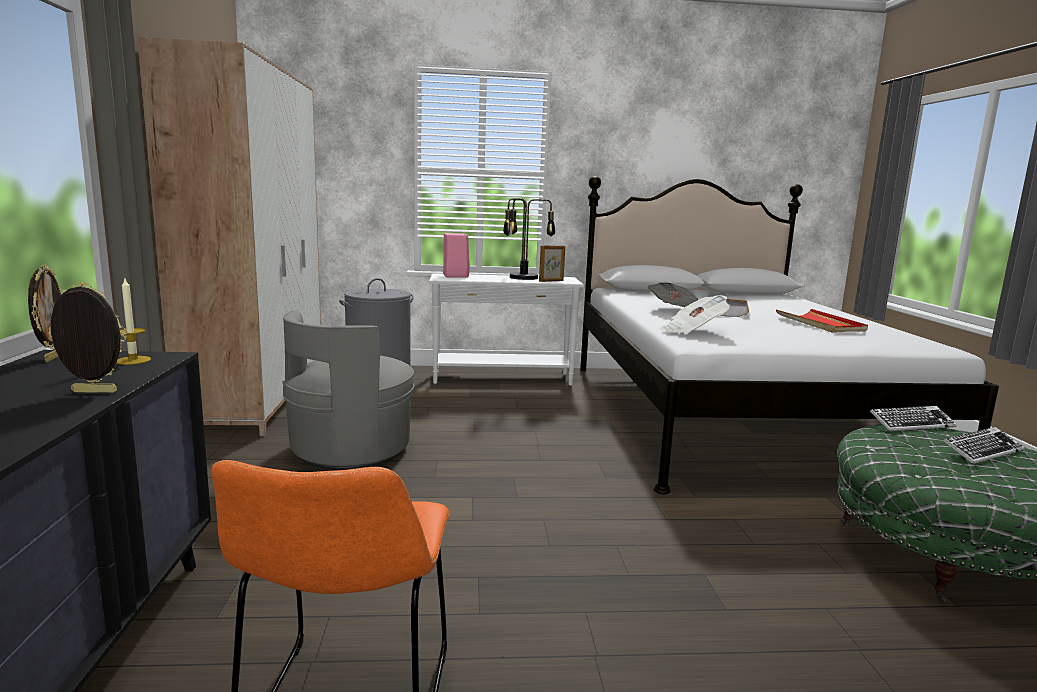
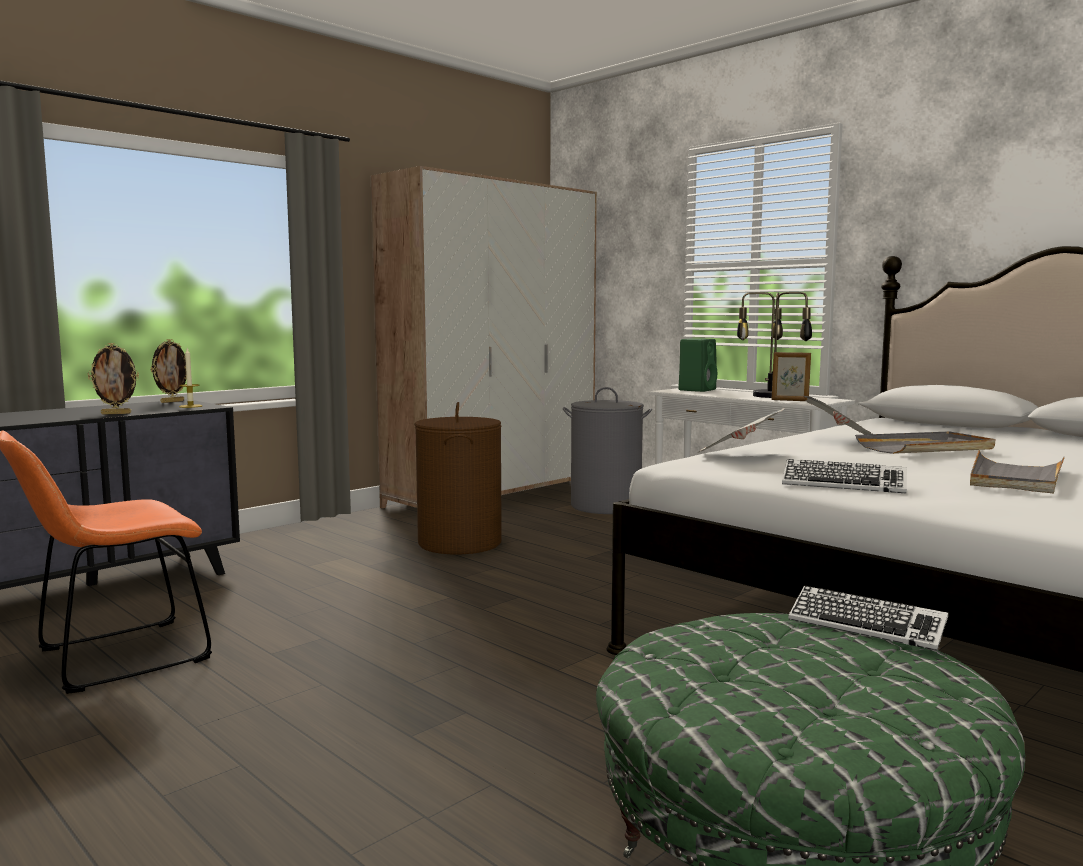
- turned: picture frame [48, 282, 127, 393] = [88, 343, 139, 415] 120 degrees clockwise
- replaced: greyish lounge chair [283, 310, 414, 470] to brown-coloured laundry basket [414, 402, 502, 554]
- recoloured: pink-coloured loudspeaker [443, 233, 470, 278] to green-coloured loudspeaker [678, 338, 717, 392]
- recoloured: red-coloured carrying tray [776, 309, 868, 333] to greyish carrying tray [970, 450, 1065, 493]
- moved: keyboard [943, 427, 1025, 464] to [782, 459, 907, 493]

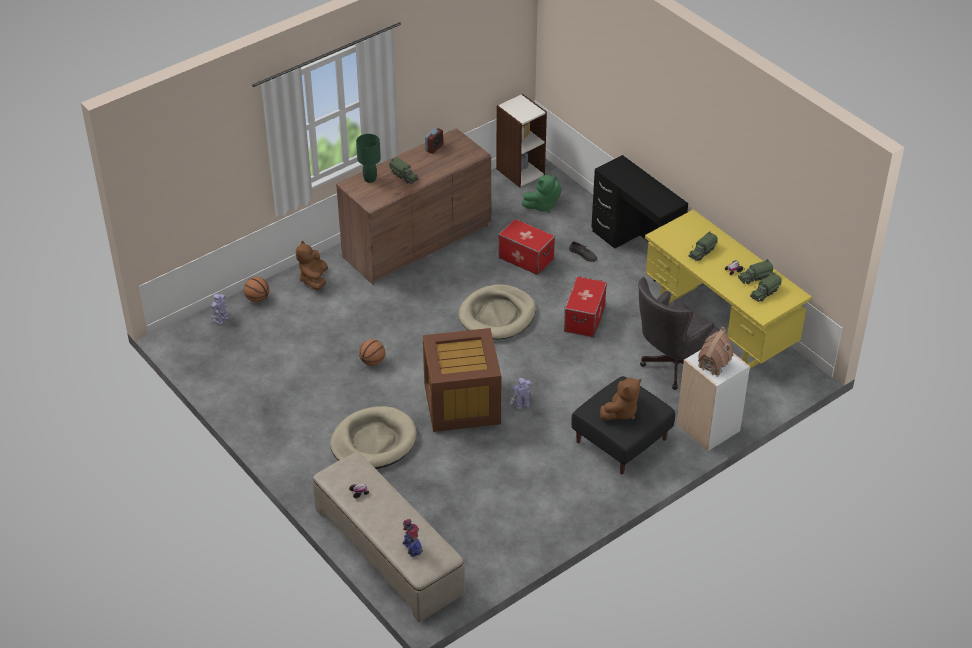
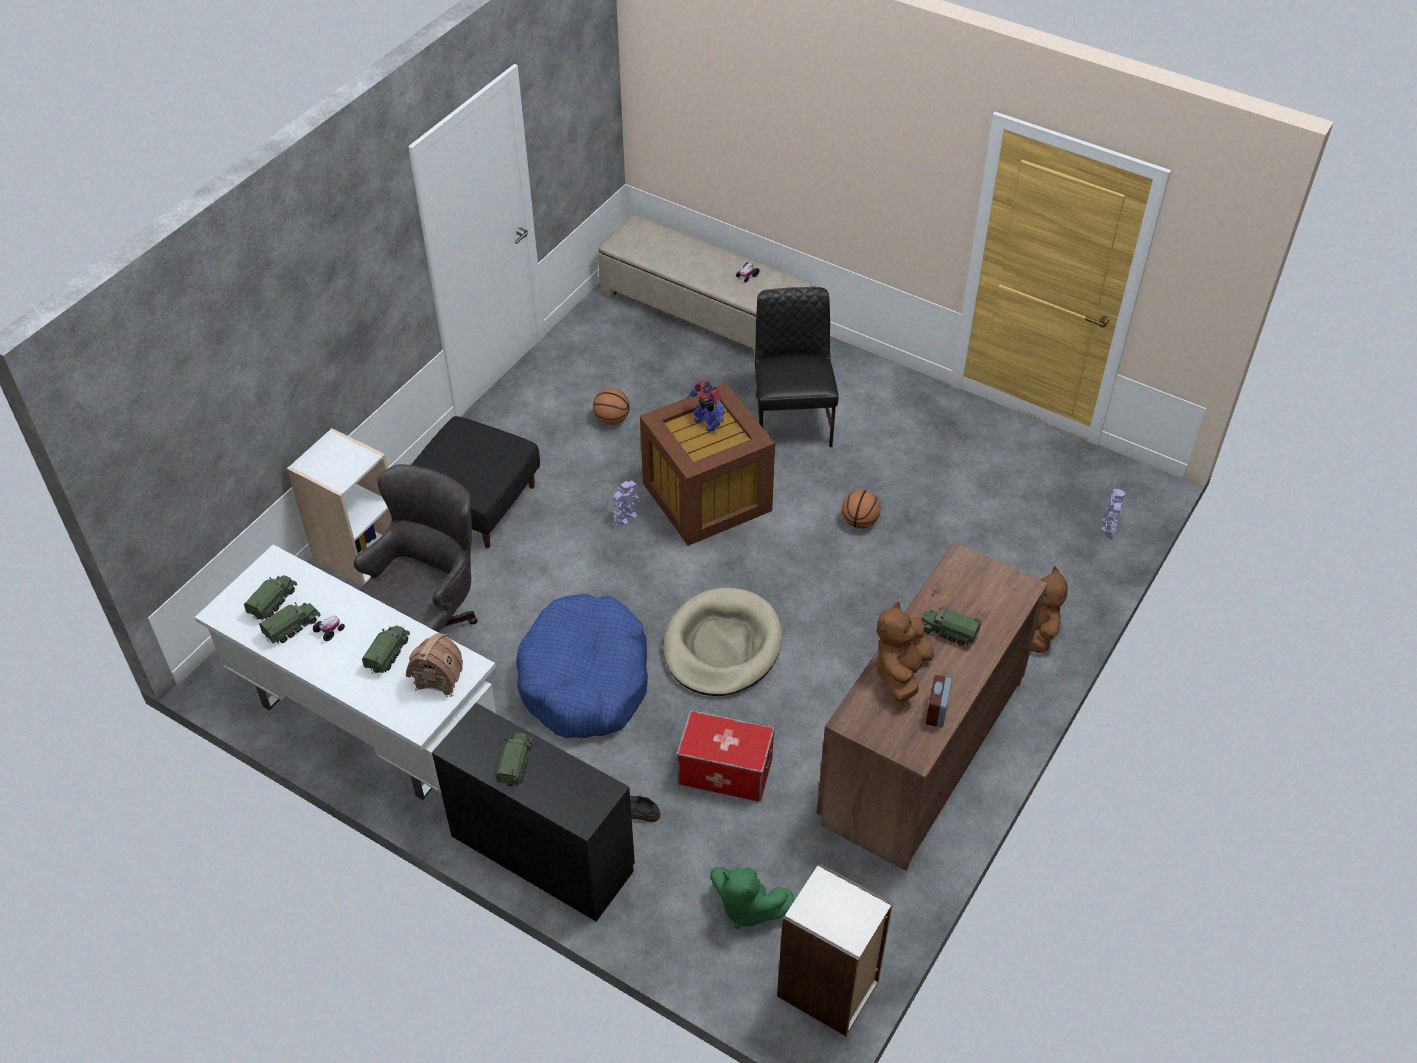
- moved: ball for basketball [244, 277, 269, 302] to [593, 388, 630, 425]
- replaced: beige-coloured dog bed [330, 406, 417, 469] to black upright chair [755, 287, 838, 447]
- removed: green-coloured tabletop lamp [356, 134, 381, 183]
- moved: toy robot [403, 519, 423, 557] to [687, 380, 725, 432]
- turned: green-coloured plush toy [522, 175, 562, 213] = [710, 867, 794, 929] 105 degrees counterclockwise
- replaced: storage container [564, 276, 607, 338] to bluish dog bed [516, 594, 648, 738]
- moved: brown-coloured plush toy [600, 377, 641, 421] to [875, 602, 934, 702]
- recoloured: yellow desk [645, 210, 812, 369] to whitish desk [195, 544, 497, 800]
- moved: miniature house [698, 327, 733, 377] to [406, 633, 463, 697]
- added: toy truck [495, 733, 533, 788]

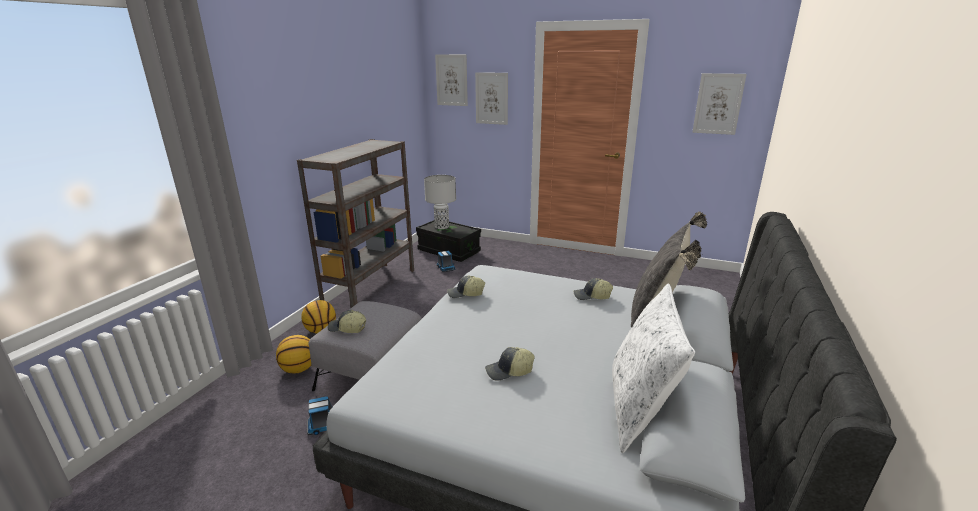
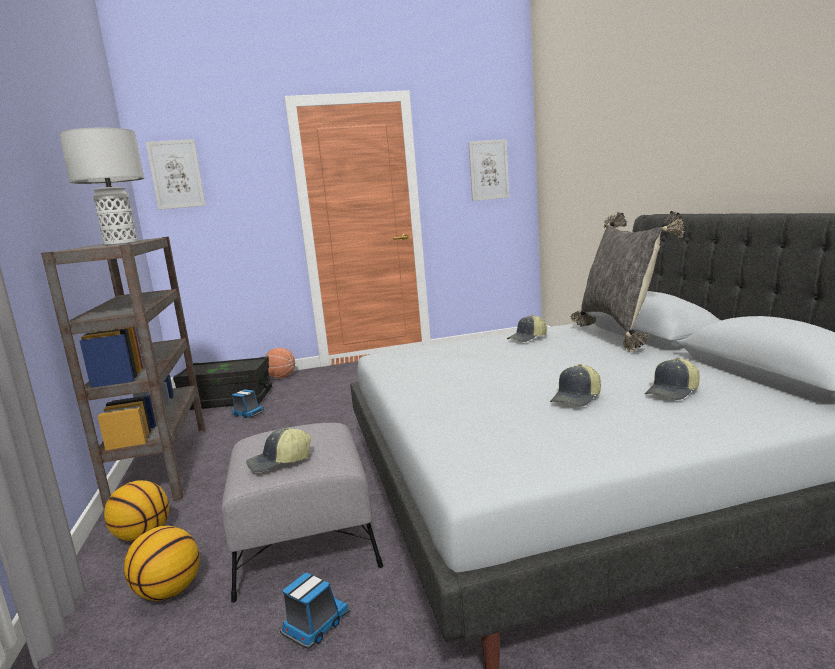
- moved: whitish tabletop lamp [424, 175, 456, 229] to [59, 128, 144, 245]
- moved: baseball cap [447, 275, 485, 298] to [644, 358, 700, 400]
- removed: wall art [475, 72, 508, 125]
- removed: whitish throw pillow [612, 284, 695, 453]
- added: ball for basketball [265, 348, 295, 378]

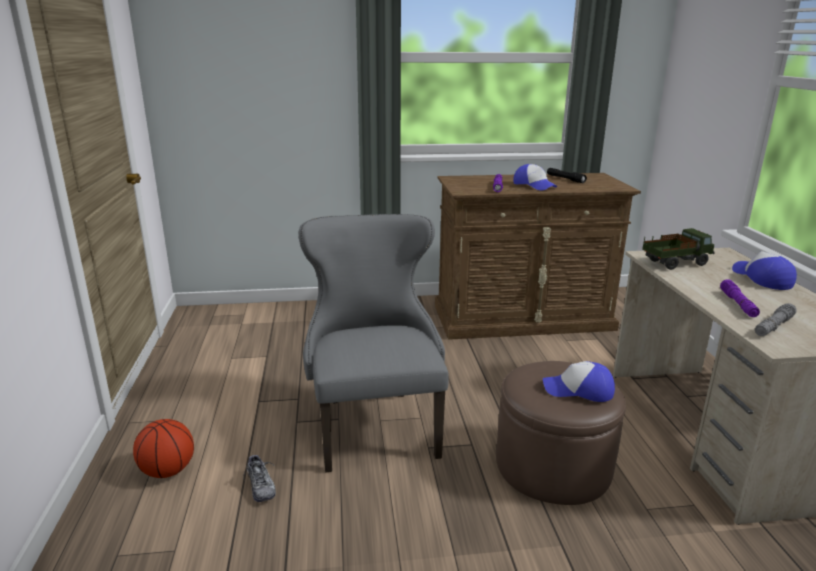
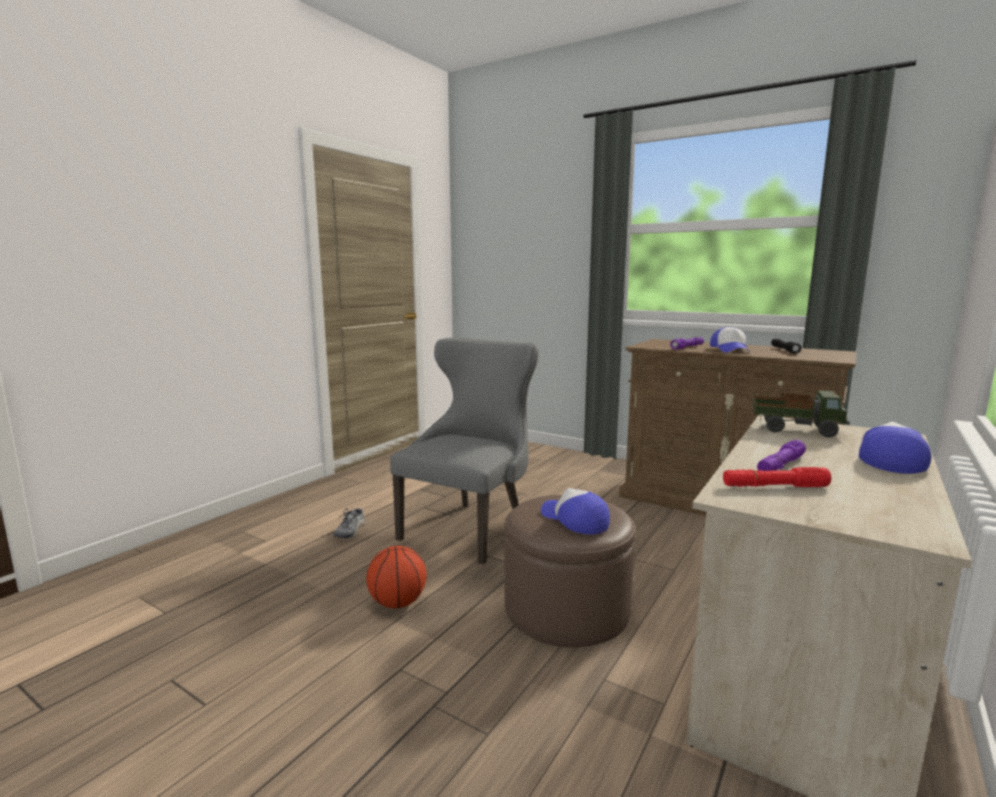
- moved: ball for basketball [133, 419, 194, 478] to [366, 546, 427, 608]
- recoloured: greyish hand torch [755, 303, 797, 336] to red-coloured hand torch [723, 467, 831, 487]

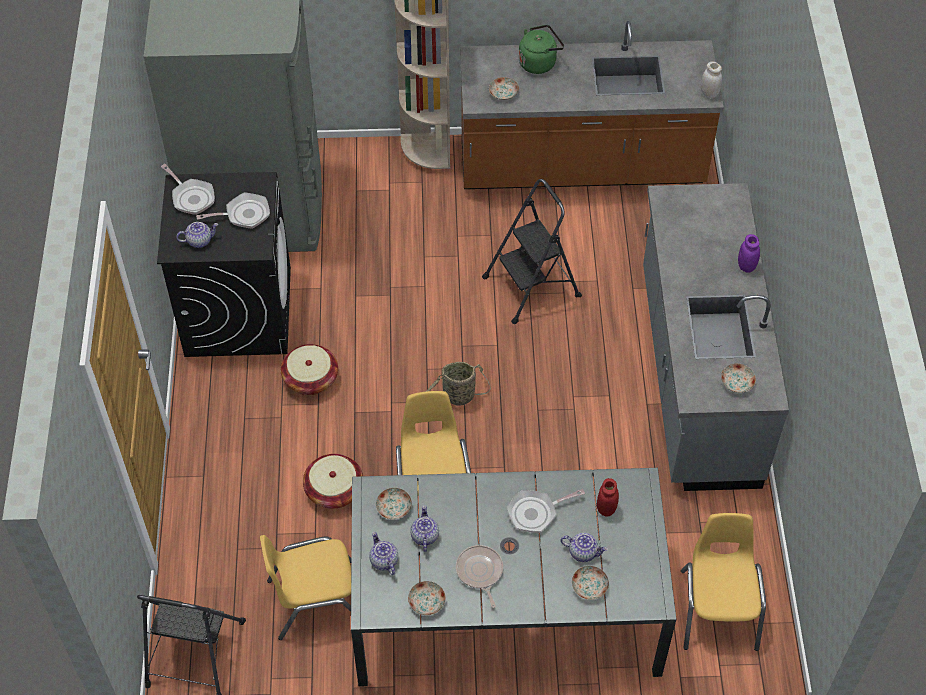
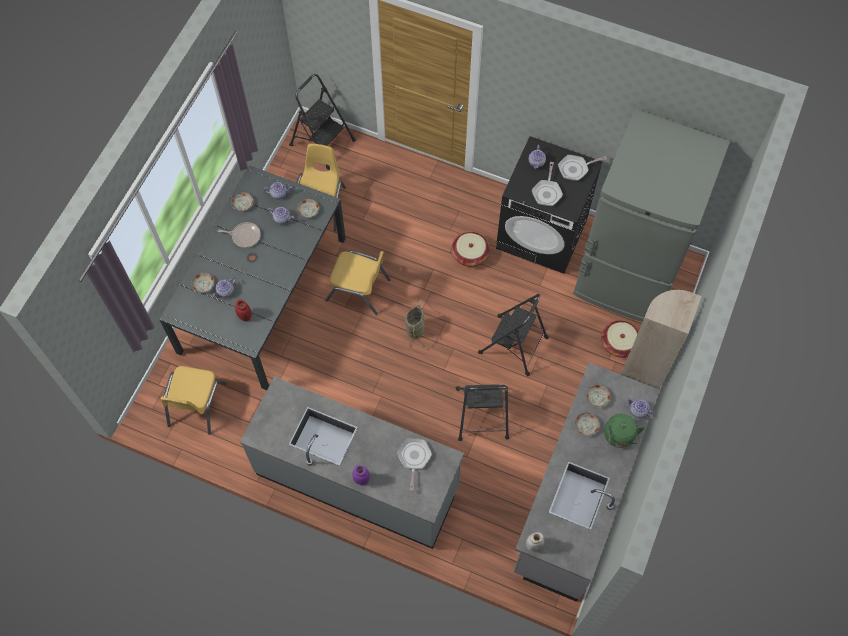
- moved: storage basket [303, 454, 363, 509] to [601, 320, 639, 358]
- recoloured: brown-coloured counter [460, 21, 724, 189] to greyish counter [514, 363, 660, 602]
- moved: skillet [506, 489, 585, 533] to [397, 438, 432, 491]
- turned: yellow upright chair [681, 513, 766, 651] = [161, 366, 227, 435] 75 degrees clockwise
- moved: plate [721, 363, 756, 393] to [575, 413, 600, 436]
- added: black step stool [478, 294, 549, 376]
- added: teapot [627, 398, 655, 418]

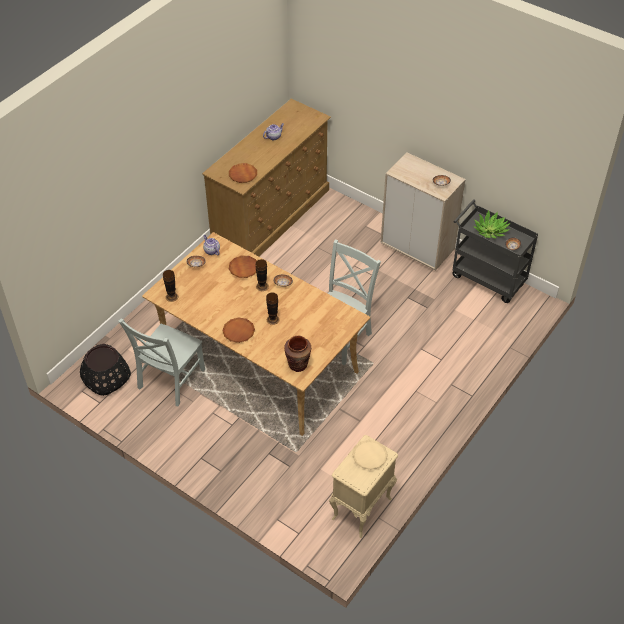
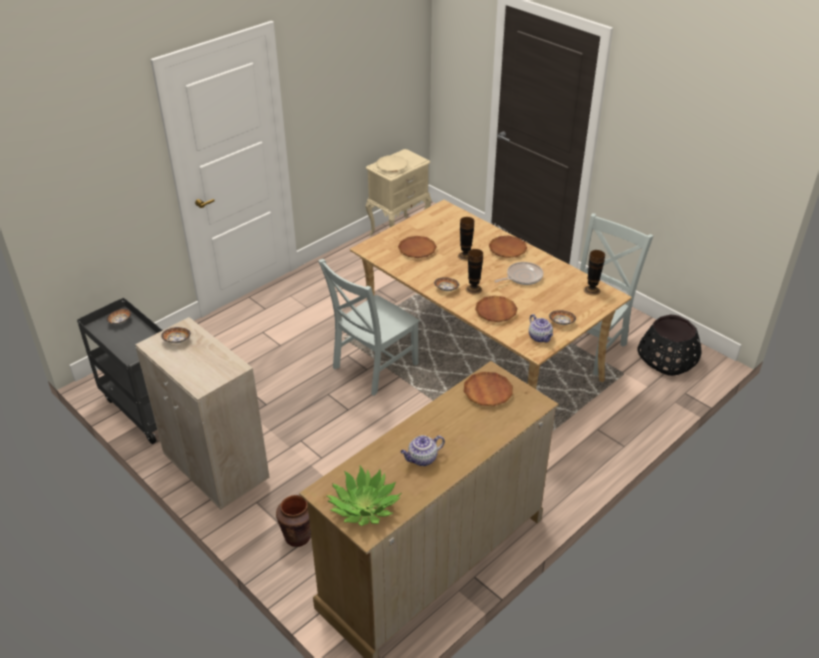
- moved: brown-coloured decorative vase [284, 336, 311, 372] to [276, 495, 311, 547]
- moved: plant in a pot [474, 210, 510, 238] to [327, 466, 401, 526]
- added: brown-coloured plate [398, 236, 437, 258]
- added: skillet [494, 262, 543, 285]

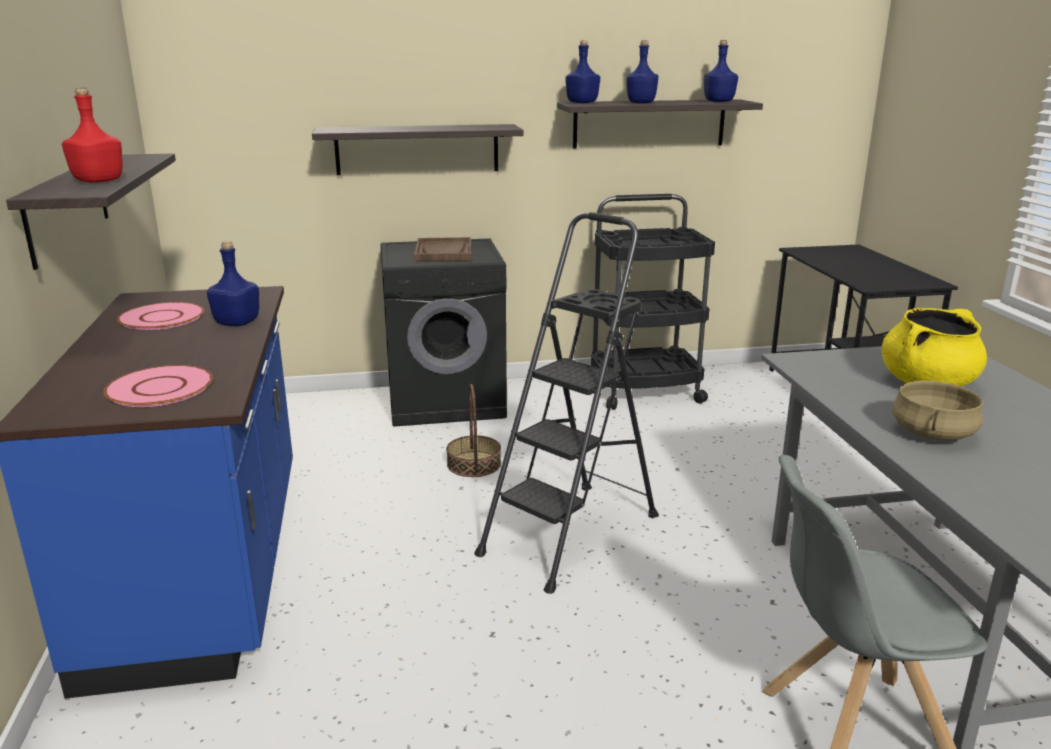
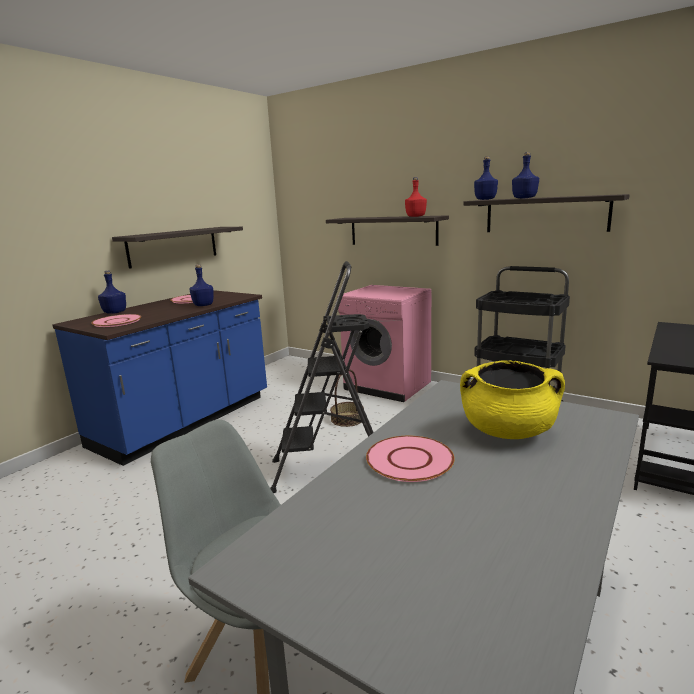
- moved: red-coloured bottle [62, 87, 123, 183] to [405, 177, 427, 217]
- recoloured: black laundry appliance [380, 238, 507, 427] to pink-coloured laundry appliance [338, 285, 431, 402]
- removed: brown-coloured carrying tray [414, 237, 471, 261]
- moved: bluish bottle [704, 40, 738, 102] to [98, 270, 126, 314]
- replaced: beige-coloured stockpot [892, 381, 983, 441] to pink-coloured plate [366, 436, 455, 482]

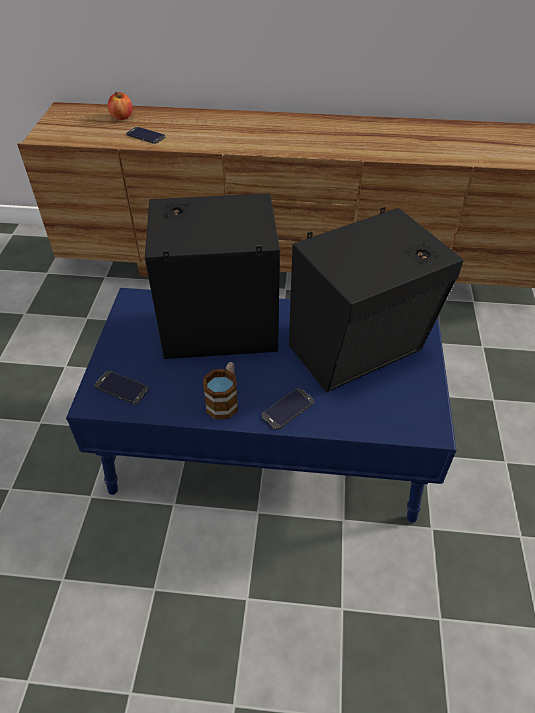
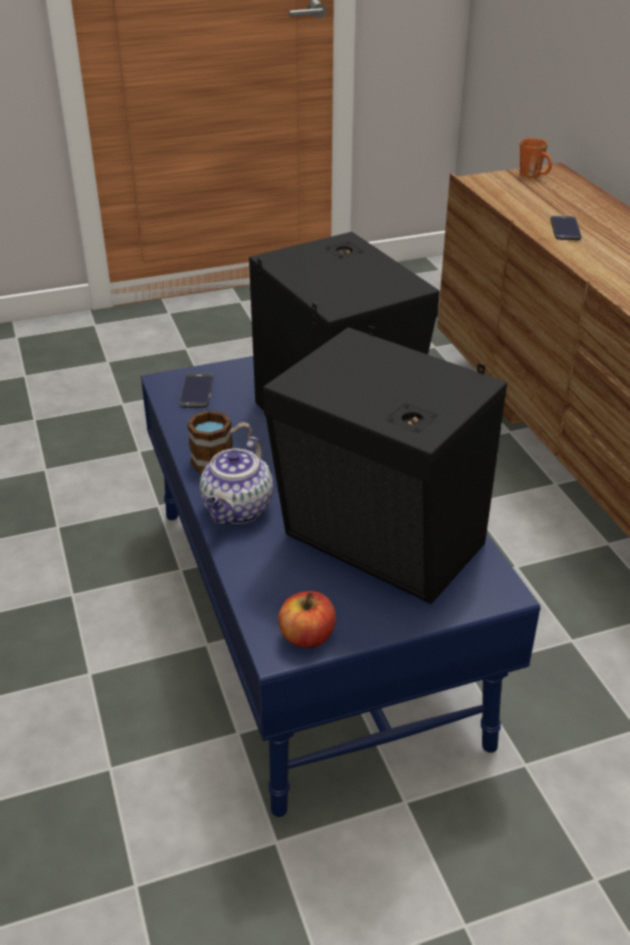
- moved: whole apple [108, 92, 132, 120] to [278, 591, 336, 648]
- replaced: phone [262, 388, 314, 430] to teapot [200, 437, 274, 525]
- added: orange mug [520, 138, 552, 178]

